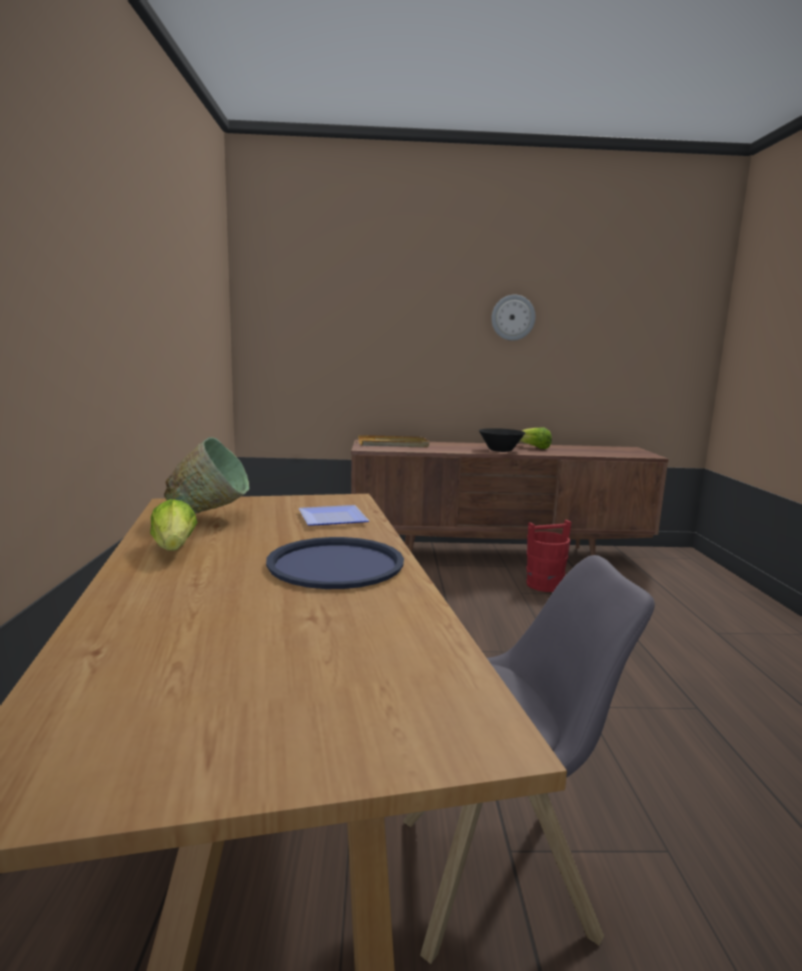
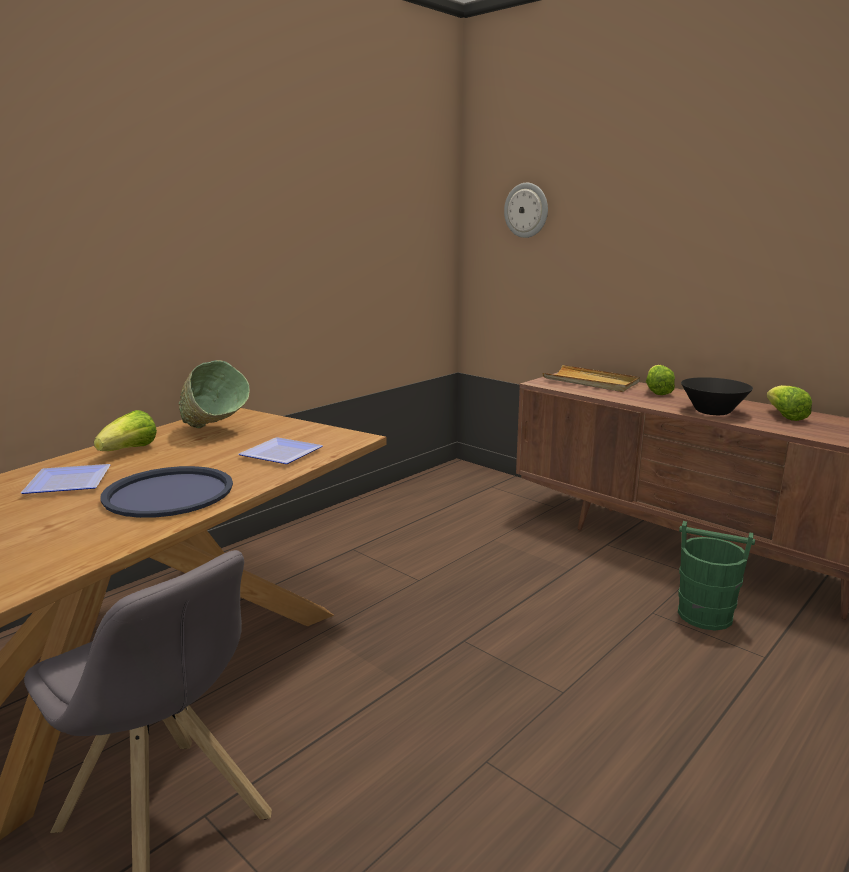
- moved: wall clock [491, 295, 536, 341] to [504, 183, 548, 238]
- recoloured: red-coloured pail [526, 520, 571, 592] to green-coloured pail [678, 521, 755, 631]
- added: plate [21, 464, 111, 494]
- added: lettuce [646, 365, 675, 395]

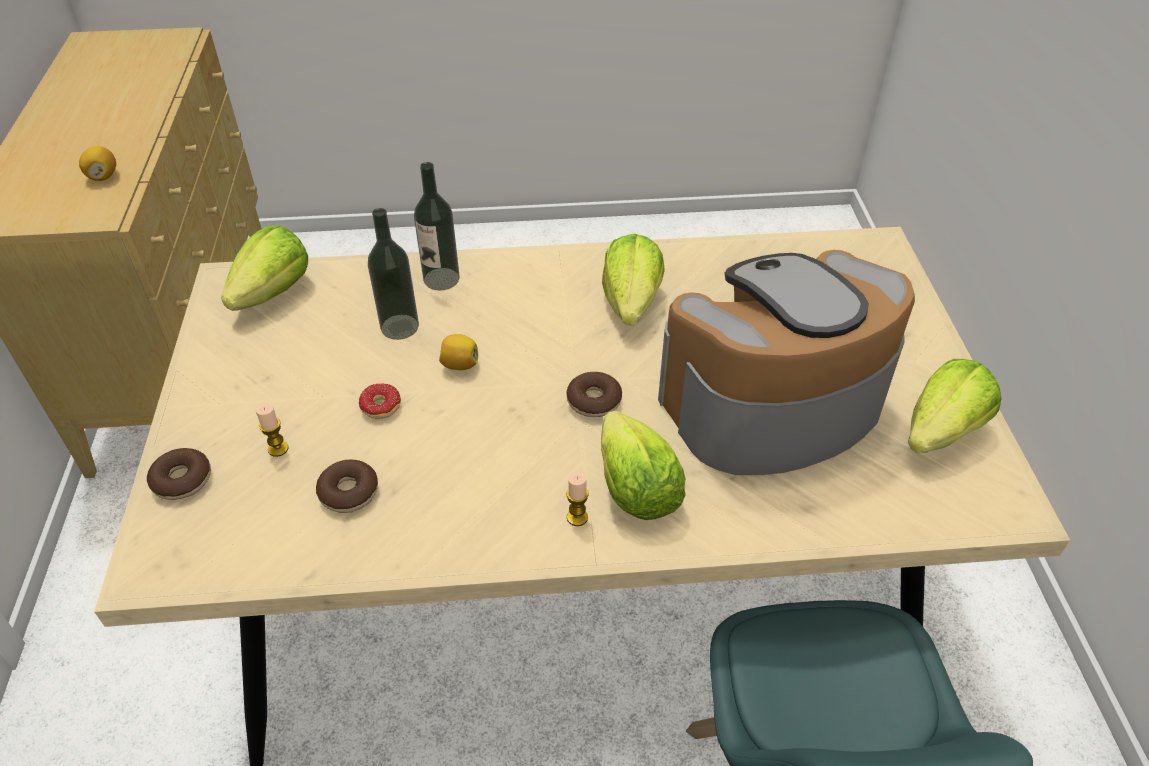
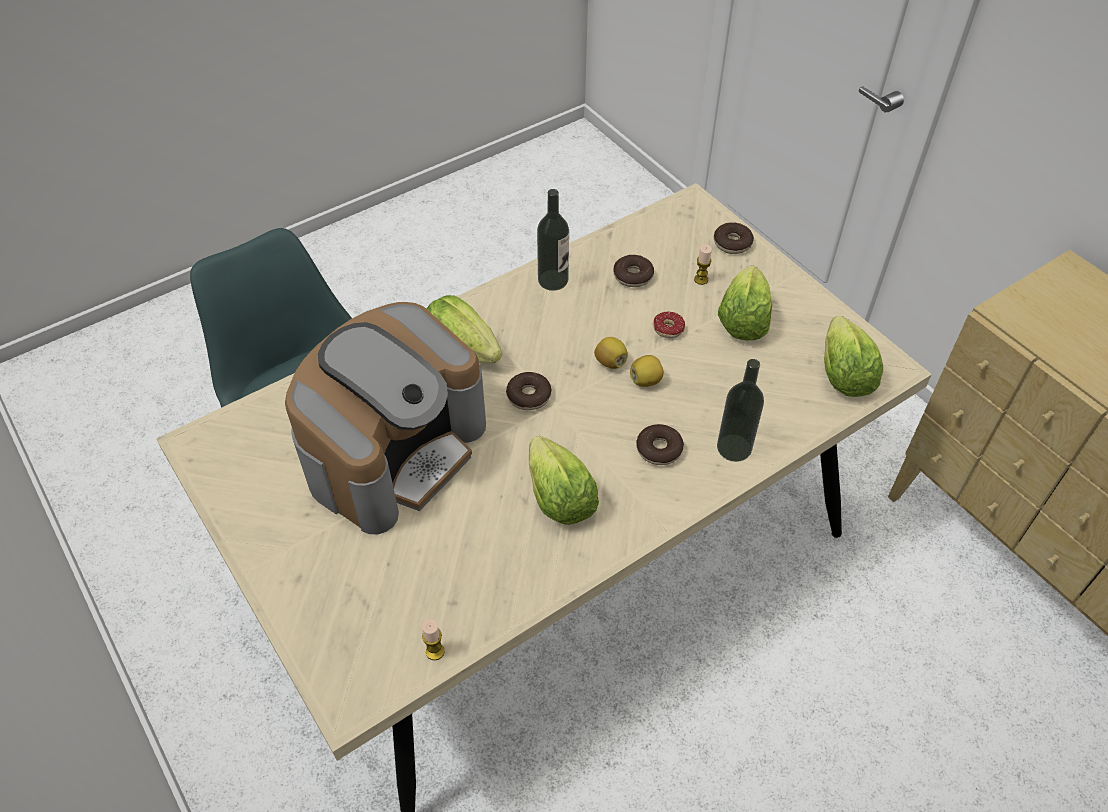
- moved: citrus fruit [79, 146, 116, 181] to [594, 337, 628, 369]
- moved: bottle [368, 208, 419, 340] to [537, 189, 569, 291]
- moved: candle [566, 472, 589, 526] to [422, 619, 445, 660]
- moved: lettuce [908, 359, 1002, 454] to [718, 265, 772, 340]
- added: ring doughnut [636, 424, 684, 465]

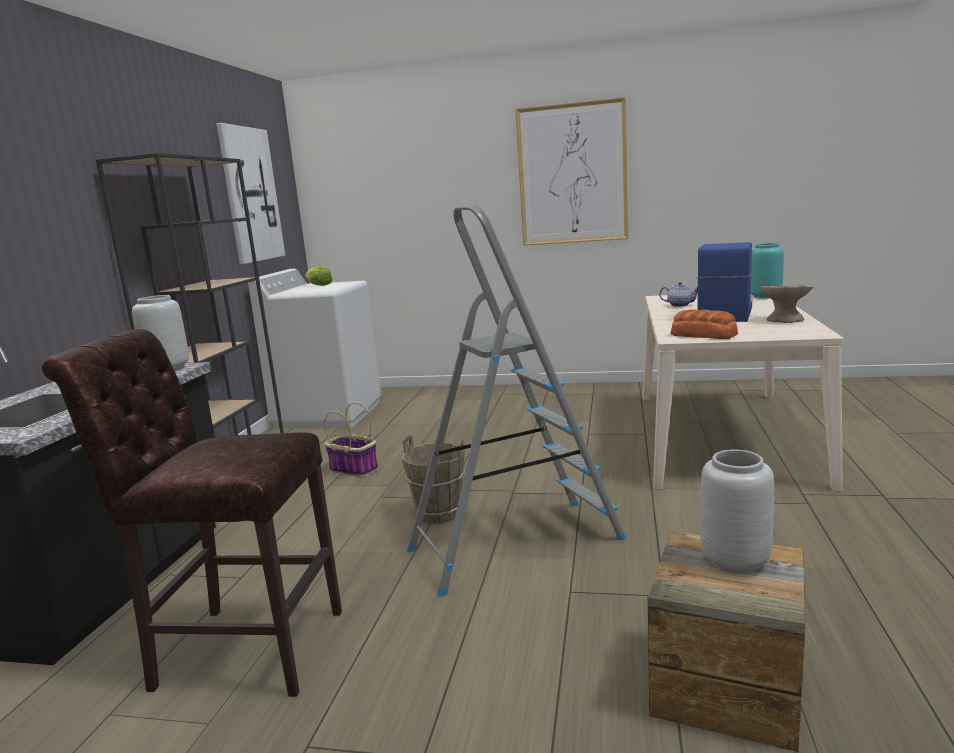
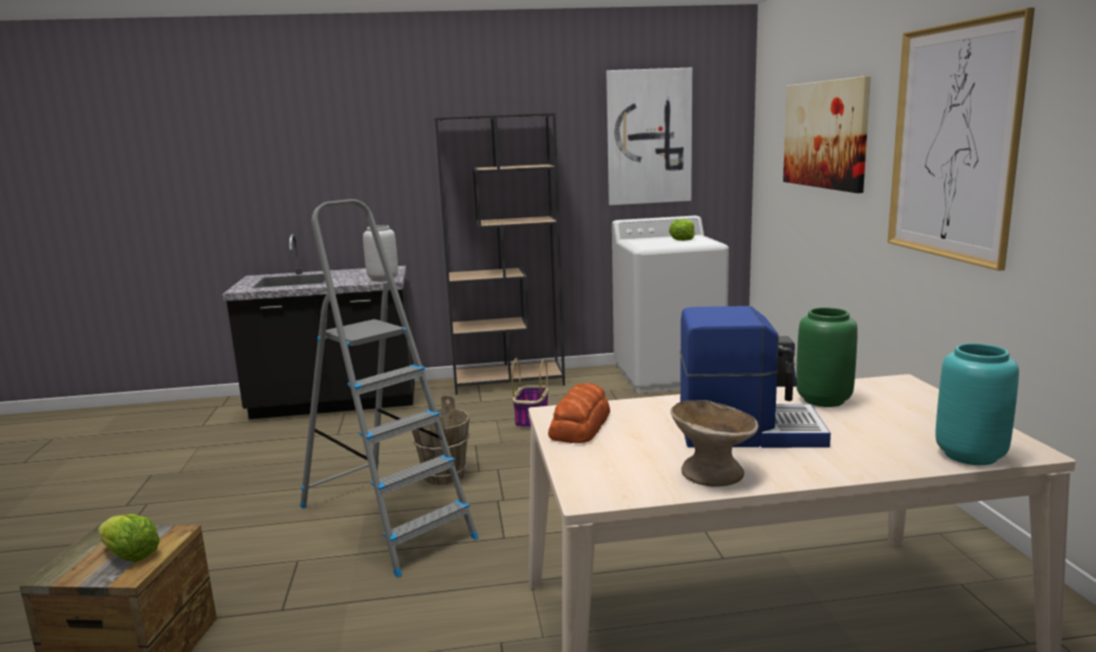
- removed: brown-coloured stool seat [41, 329, 342, 697]
- replaced: teapot [659, 282, 698, 307] to green-coloured decorative vase [796, 308, 858, 407]
- replaced: greyish decorative vase [700, 449, 774, 574] to lettuce [98, 514, 160, 562]
- added: wall art [783, 76, 871, 193]

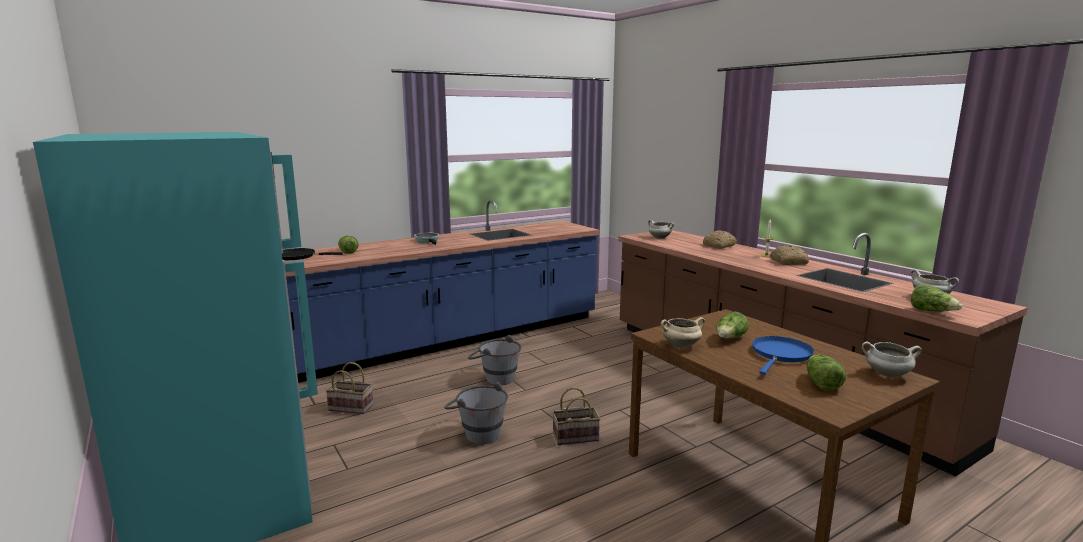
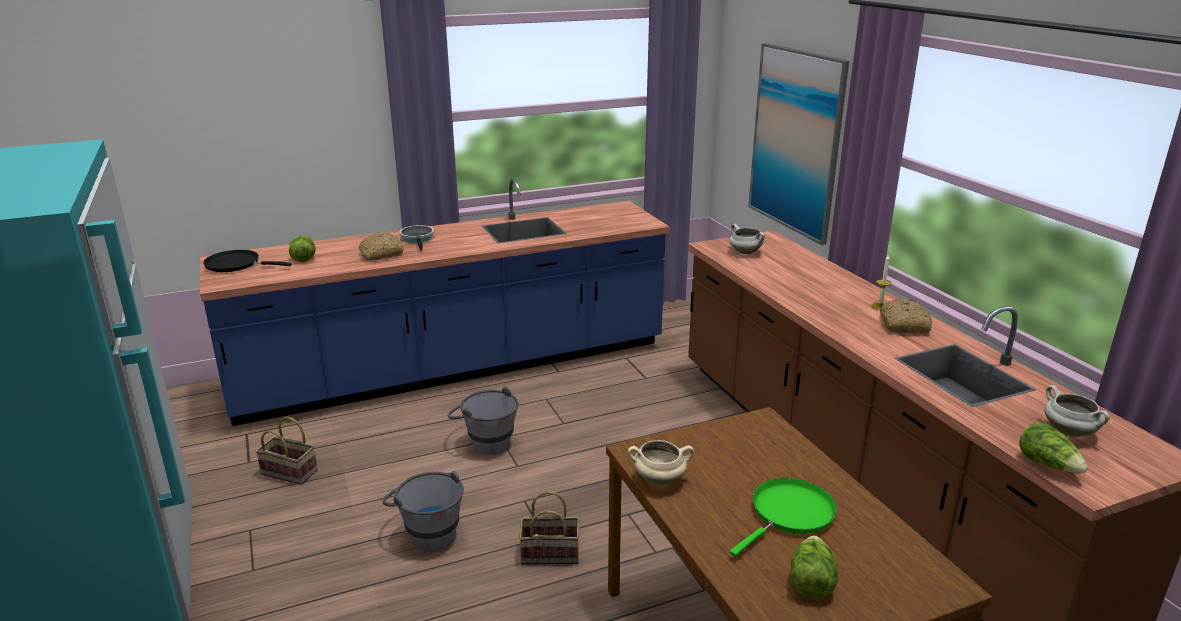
- moved: baked bread [703, 231, 737, 248] to [359, 232, 404, 260]
- removed: lettuce [716, 312, 749, 339]
- recoloured: bluish skillet [752, 336, 814, 375] to green-coloured skillet [730, 478, 837, 557]
- removed: whitish stockpot [862, 342, 922, 377]
- added: wall art [748, 43, 849, 245]

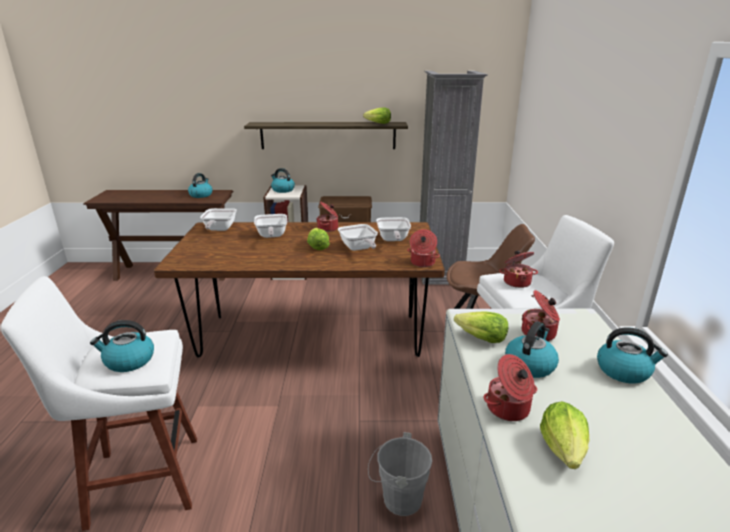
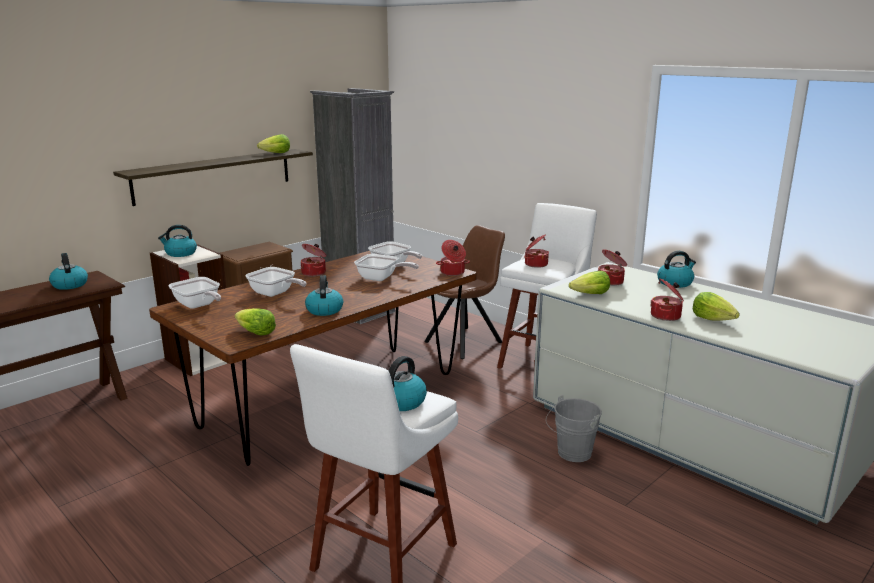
- moved: lettuce [307, 228, 330, 250] to [235, 308, 276, 336]
- moved: kettle [505, 322, 559, 378] to [305, 275, 343, 316]

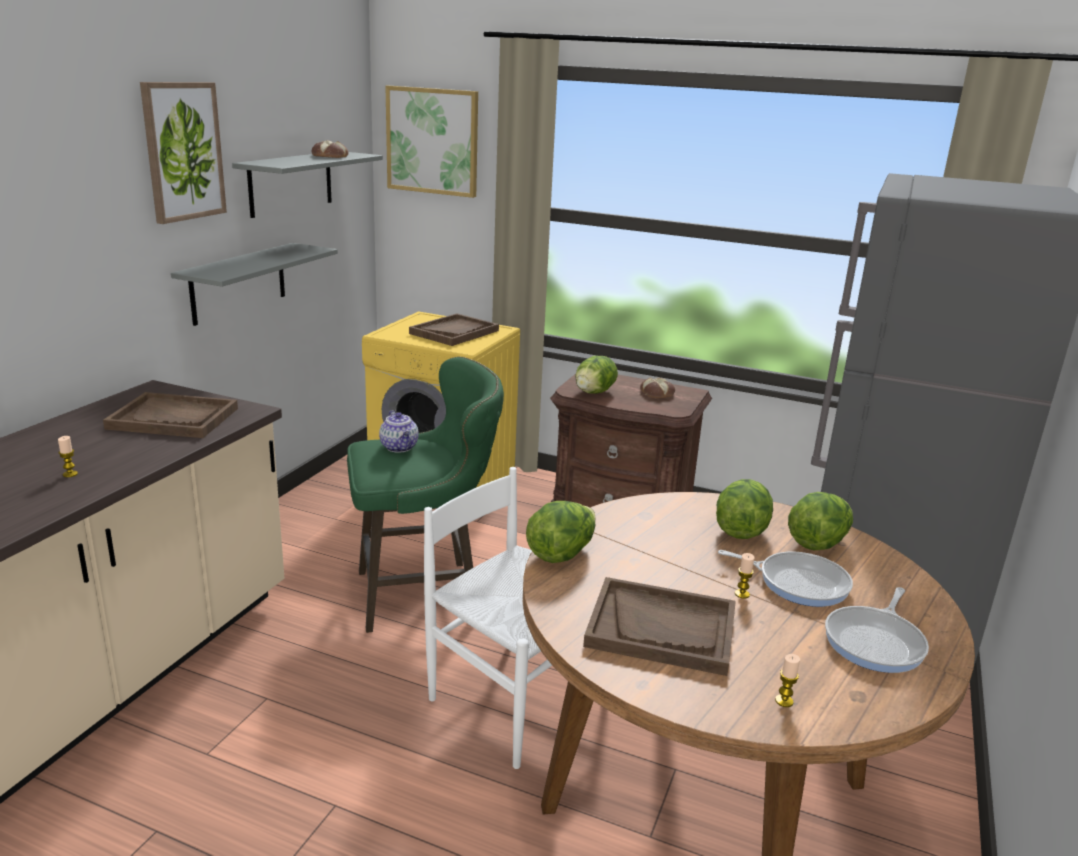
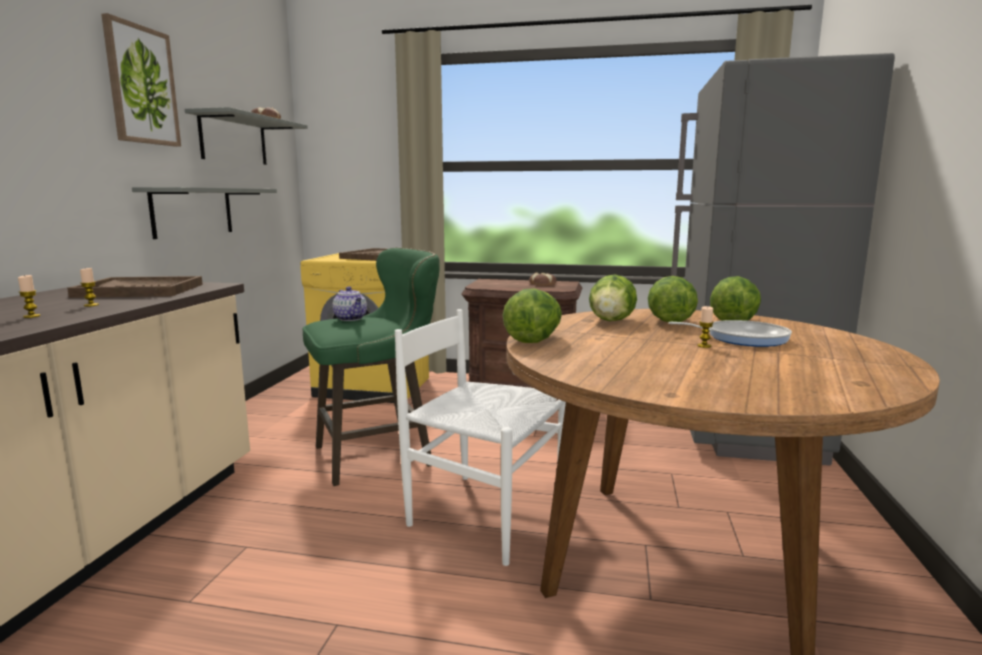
- removed: wall art [385, 86, 478, 198]
- moved: lettuce [575, 356, 618, 394] to [589, 274, 637, 321]
- removed: brown-coloured carrying tray [583, 577, 736, 676]
- moved: candle [775, 654, 800, 707] to [80, 268, 99, 307]
- removed: skillet [825, 587, 929, 673]

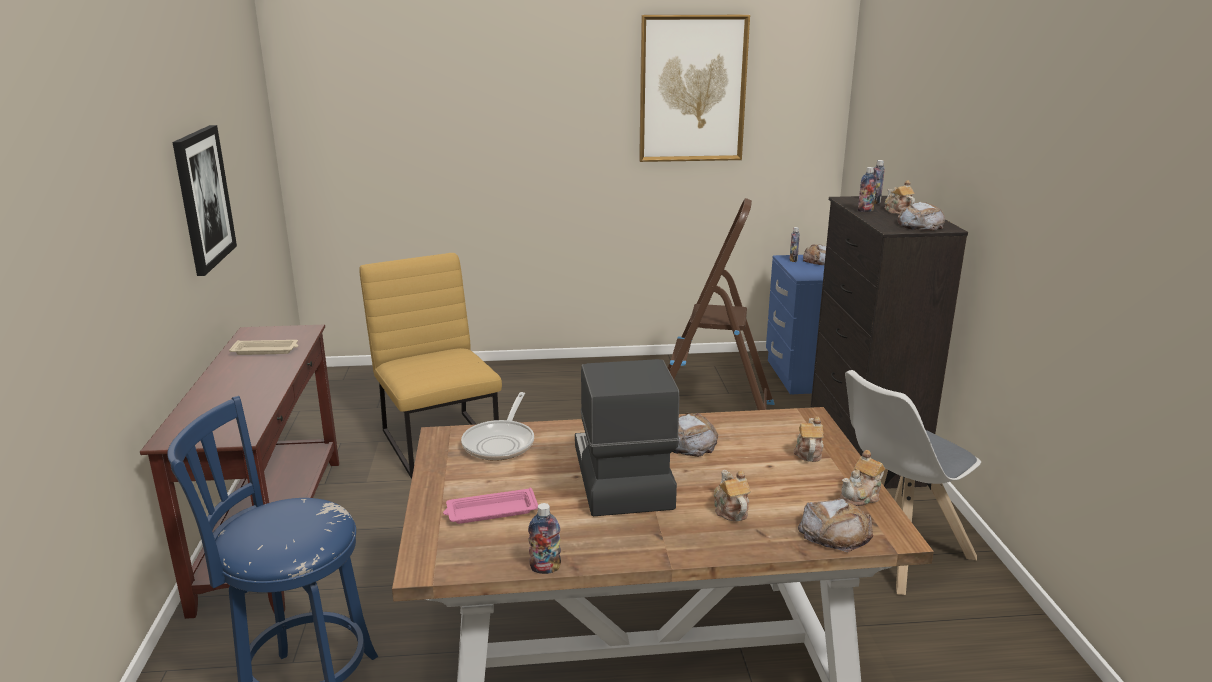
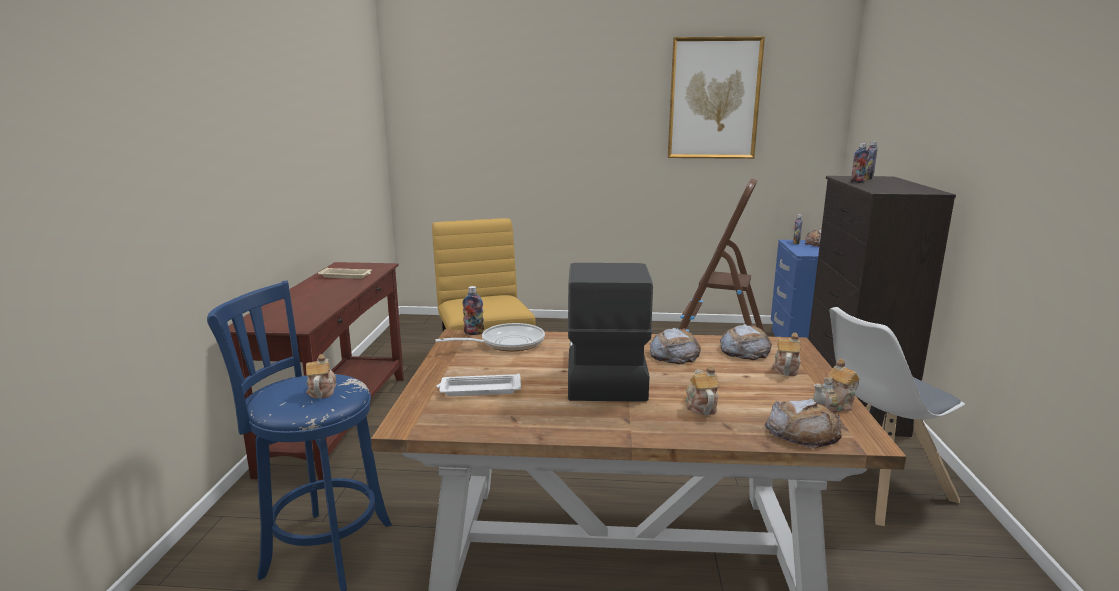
- removed: wall art [172, 125, 237, 276]
- recoloured: pink-coloured carrying tray [443, 488, 538, 524] to whitish carrying tray [437, 373, 521, 396]
- turned: skillet [461, 392, 534, 461] = [435, 323, 545, 351] 135 degrees counterclockwise
- moved: bottle [528, 503, 561, 574] to [462, 286, 484, 335]
- moved: teapot [884, 180, 915, 214] to [306, 354, 337, 399]
- moved: baked bread [898, 201, 945, 231] to [720, 324, 772, 360]

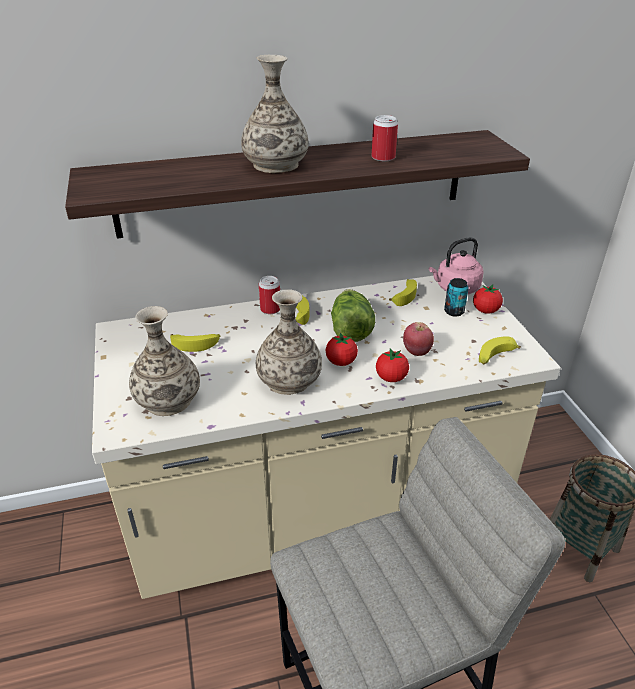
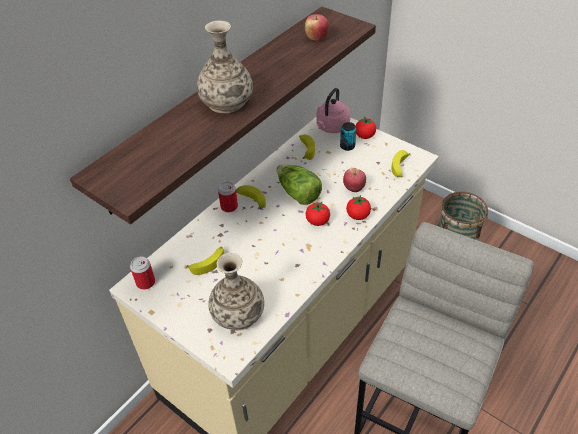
- removed: decorative vase [256, 289, 322, 395]
- moved: sealed can [372, 115, 398, 162] to [130, 256, 155, 290]
- added: whole apple [305, 14, 329, 41]

